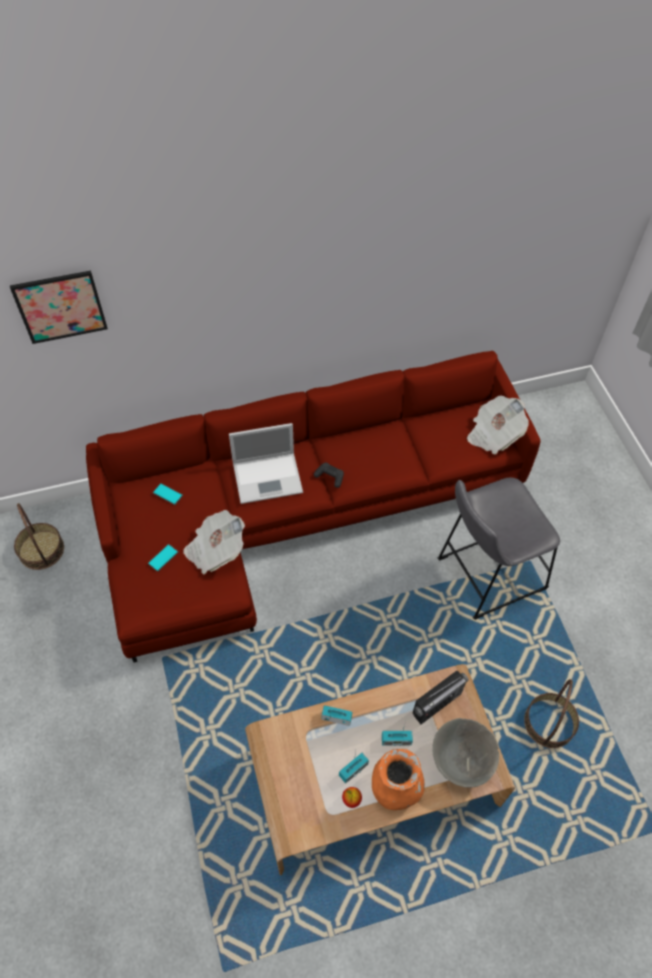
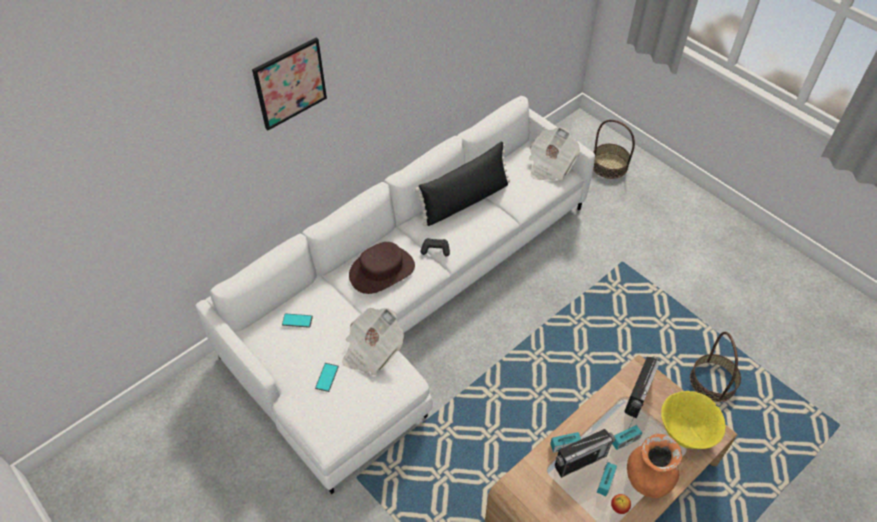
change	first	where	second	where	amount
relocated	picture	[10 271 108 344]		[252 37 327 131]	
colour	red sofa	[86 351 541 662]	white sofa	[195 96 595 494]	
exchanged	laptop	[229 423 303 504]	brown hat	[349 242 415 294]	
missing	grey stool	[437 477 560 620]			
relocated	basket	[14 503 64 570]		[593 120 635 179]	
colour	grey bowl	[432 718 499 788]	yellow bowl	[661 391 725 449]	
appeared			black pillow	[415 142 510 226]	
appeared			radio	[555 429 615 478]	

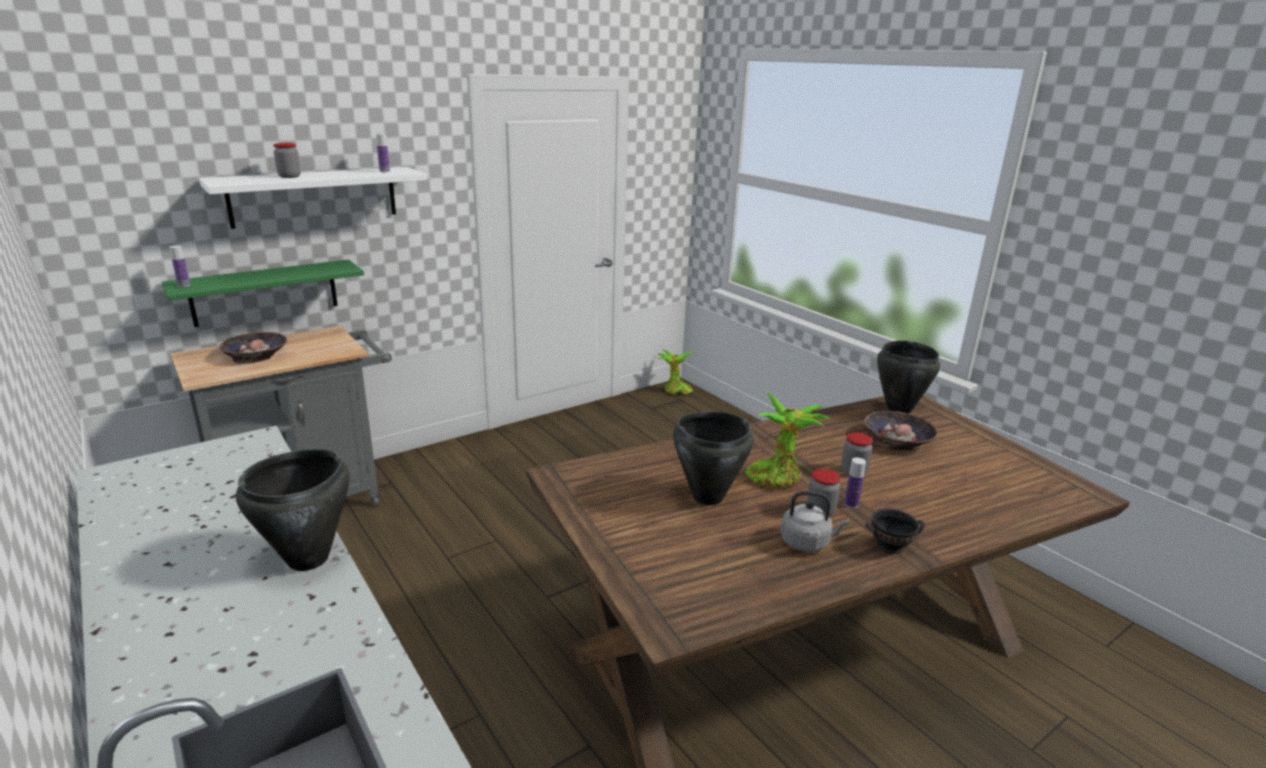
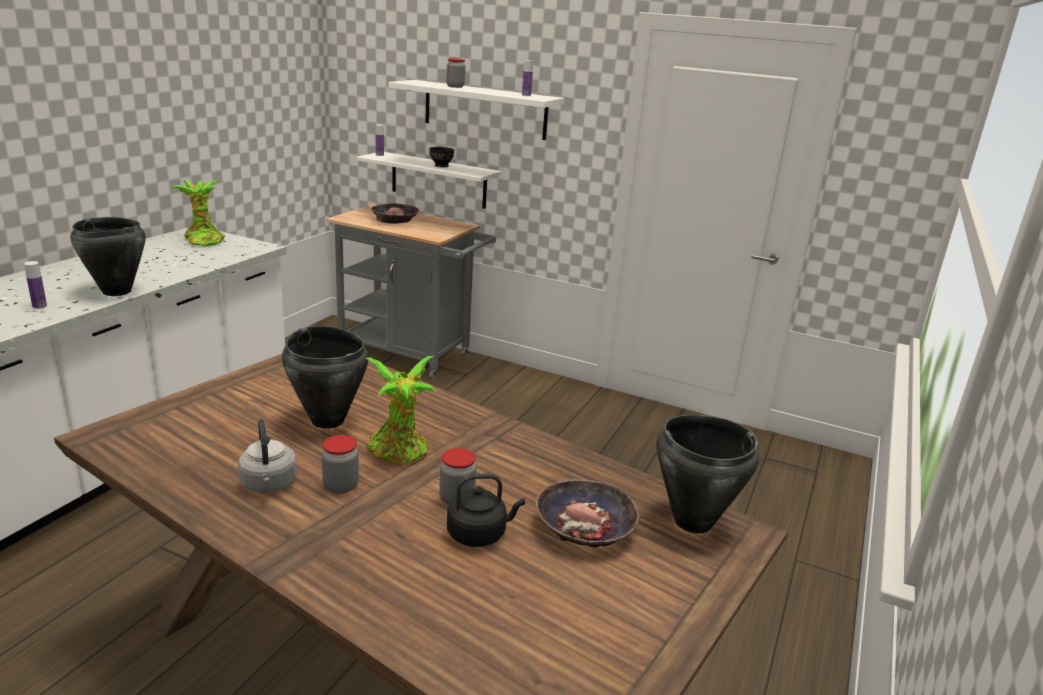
change	first	where	second	where	amount
colour	green shelf	[162 260 364 327]	white shelf	[357 152 501 209]	
relocated	potted plant	[657 350 693 395]		[171 180 225 246]	
relocated	bottle	[844 457 866 509]		[24 261 47 309]	
relocated	black bowl	[865 509 925 554]		[429 147 454 167]	
appeared			black kettle	[447 473 525 547]	

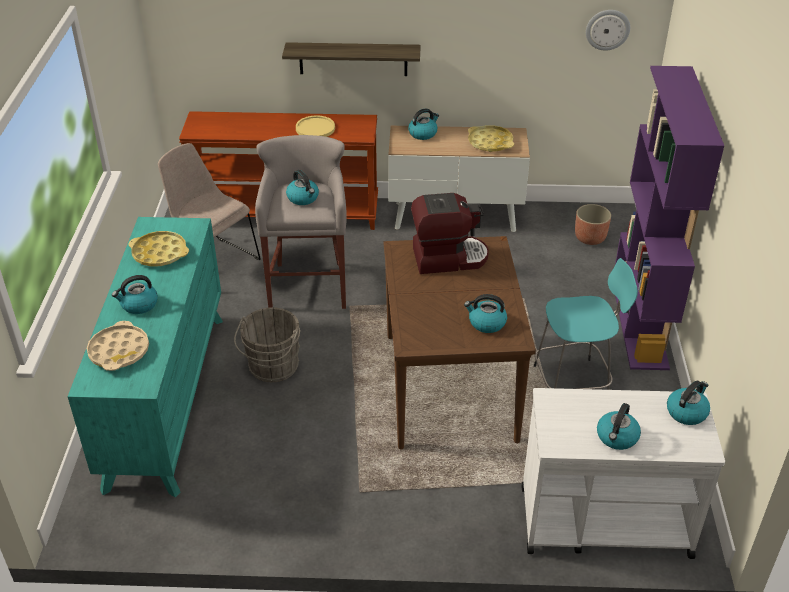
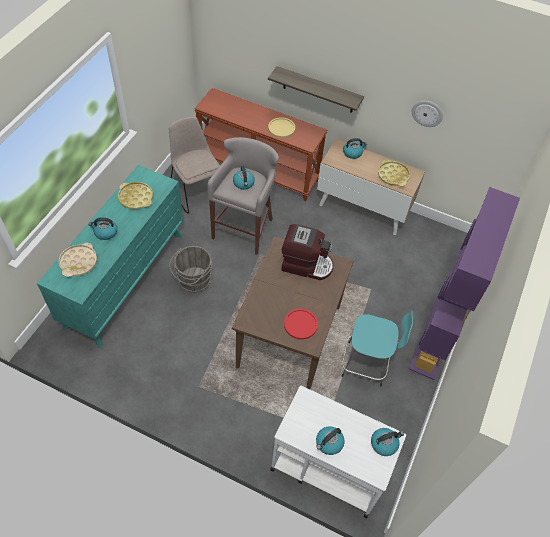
change	first	where	second	where	amount
relocated	wall clock	[586 10 630 51]		[412 101 443 127]	
missing	planter	[575 204 611 245]			
exchanged	kettle	[464 294 507 333]	red plate	[284 309 318 340]	

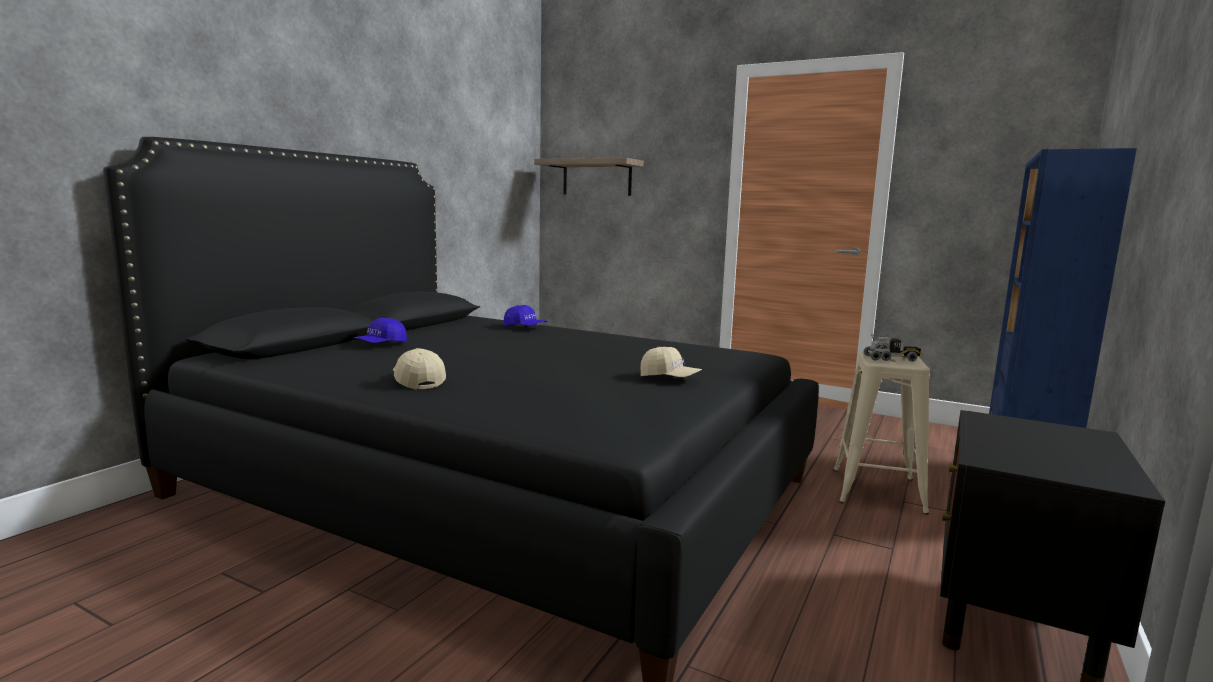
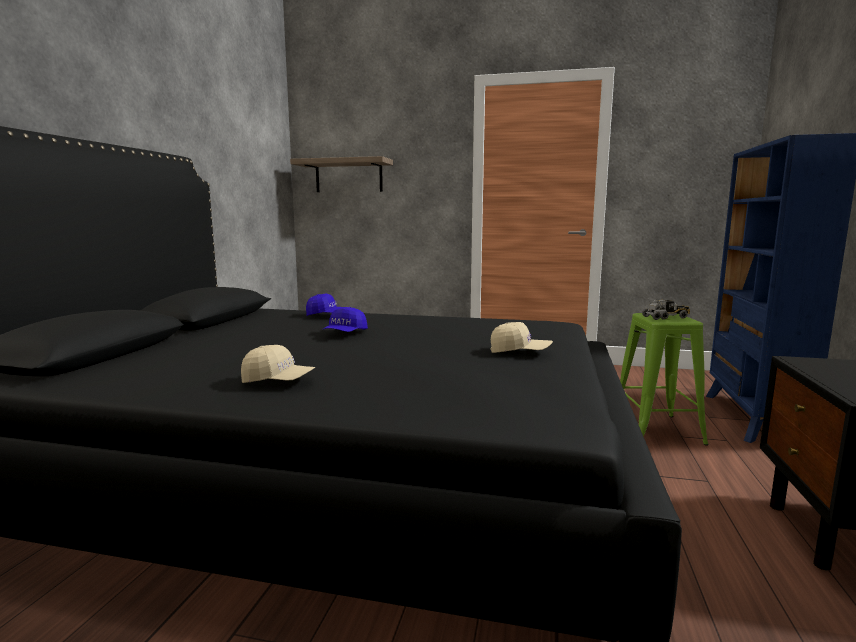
change	first	where	second	where	amount
relocated	blue cap	[353 318 407 343]		[322 307 368 332]	
spun	beige cap	[393 348 446 390]		[241 345 315 383]	150 degrees clockwise
colour	beige stool	[833 351 930 515]	green stool	[620 313 709 446]	

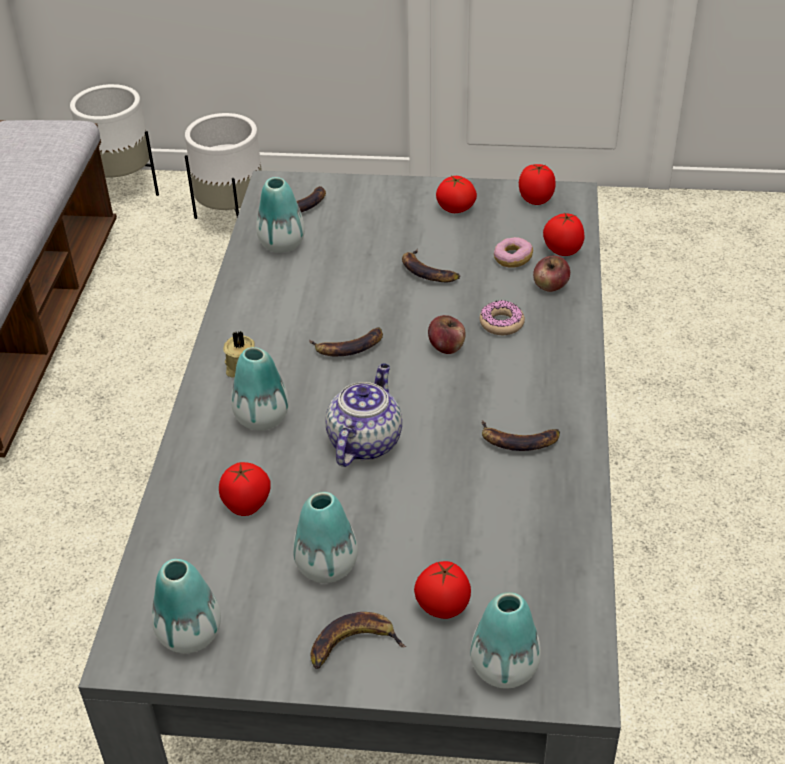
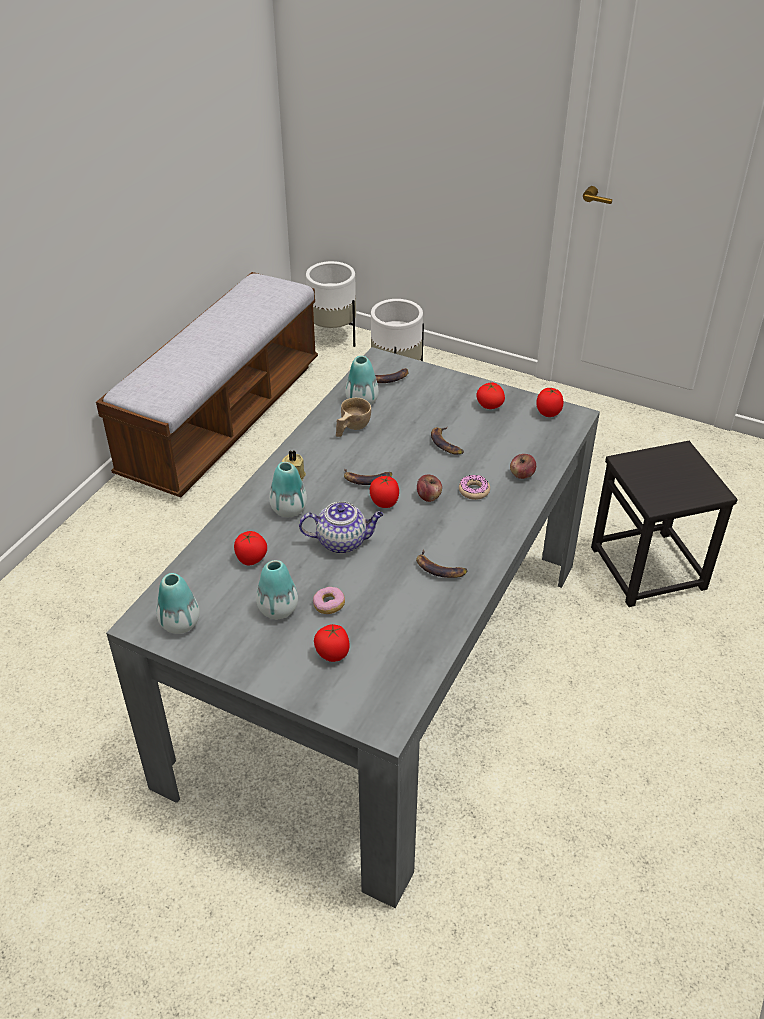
change	first	where	second	where	amount
relocated	tomato	[543 213 585 256]		[370 476 399 508]	
relocated	donut	[494 237 533 268]		[313 587 345 614]	
spun	teapot	[325 363 402 467]		[299 501 383 554]	45 degrees clockwise
missing	vase	[470 592 541 688]			
missing	banana	[311 612 406 669]			
appeared			beige cup	[336 398 371 437]	
appeared			black stool	[591 441 738 607]	

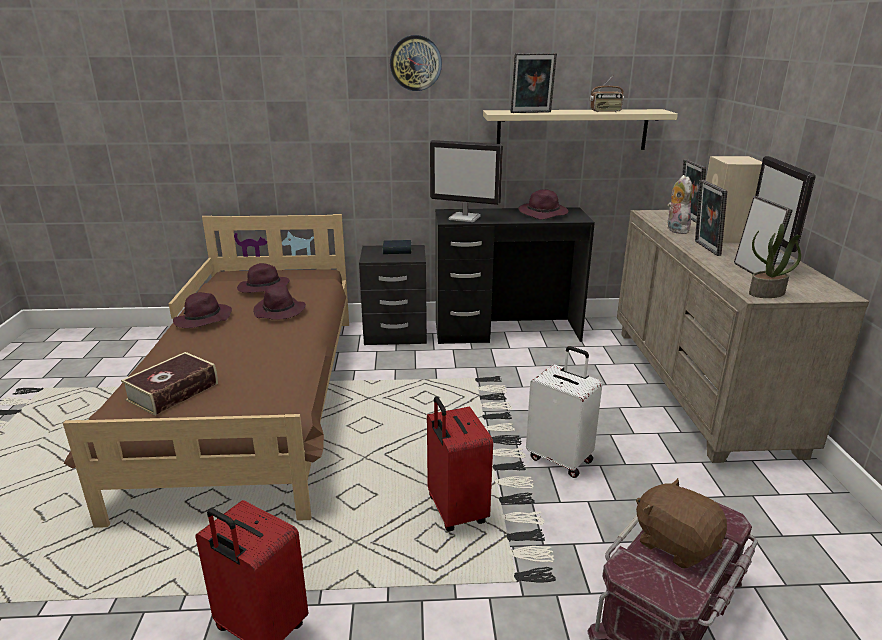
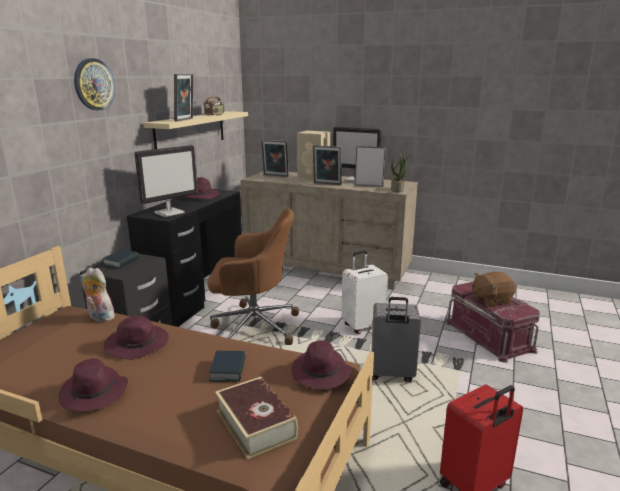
change	first	where	second	where	amount
relocated	plush toy	[667 175 692 234]		[80 267 116 322]	
relocated	purple hat	[237 263 290 293]		[292 340 352 390]	
colour	red suitcase	[427 396 493 531]	grey suitcase	[371 297 421 382]	
appeared			brown office chair	[207 208 299 345]	
appeared			book	[209 351 246 382]	

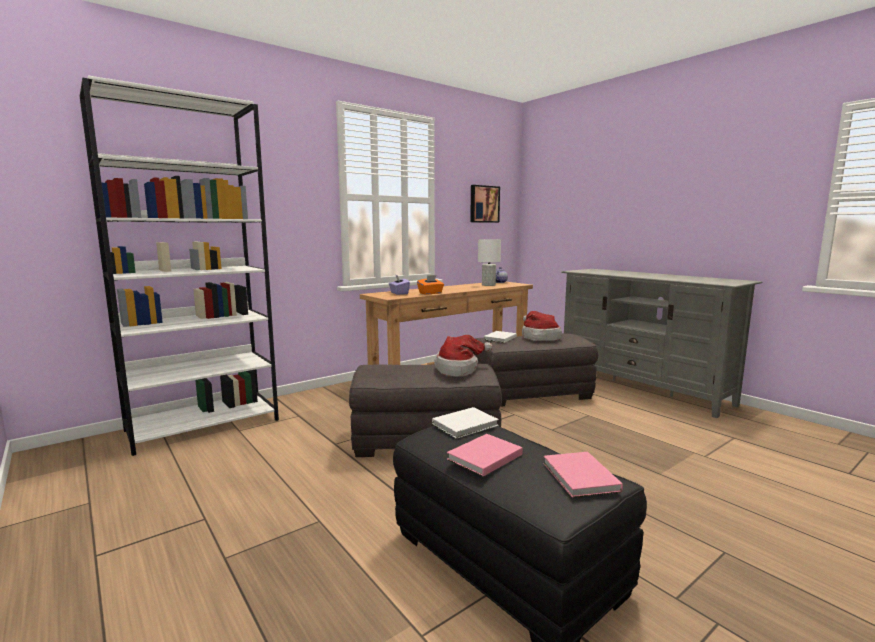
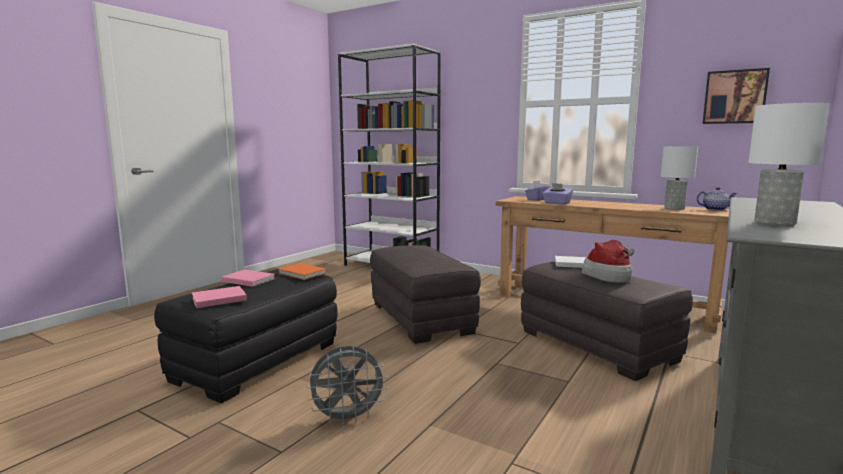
change	first	where	second	where	amount
colour	orange tissue box	[417 275 444 295]	purple tissue box	[543 183 573 205]	
missing	hat	[434 335 493 377]			
colour	white book	[432 407 499 439]	orange book	[278 263 327 280]	
appeared			white table lamp	[748 103 829 226]	
appeared			grey fan	[306 346 388 426]	

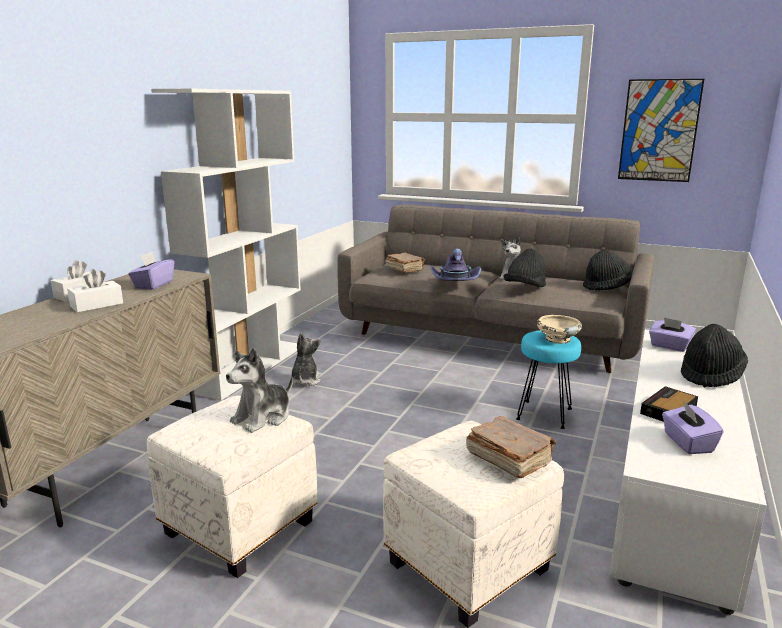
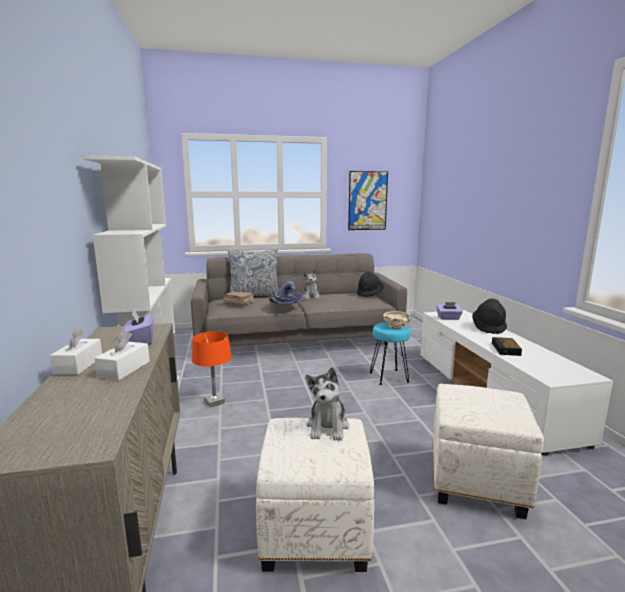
change	first	where	second	where	amount
missing	black hat	[503 249 546 287]			
exchanged	plush toy	[289 333 321 386]	orange table lamp	[192 331 232 407]	
missing	purple tissue box	[662 401 723 454]			
missing	brown book	[466 416 556 478]			
appeared			pillow	[228 249 279 297]	

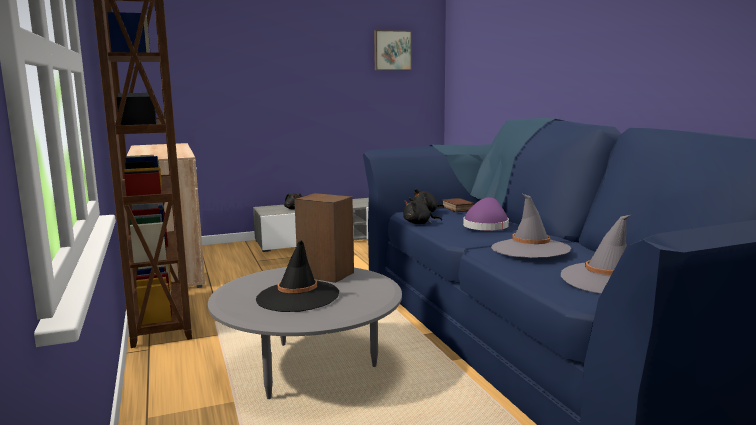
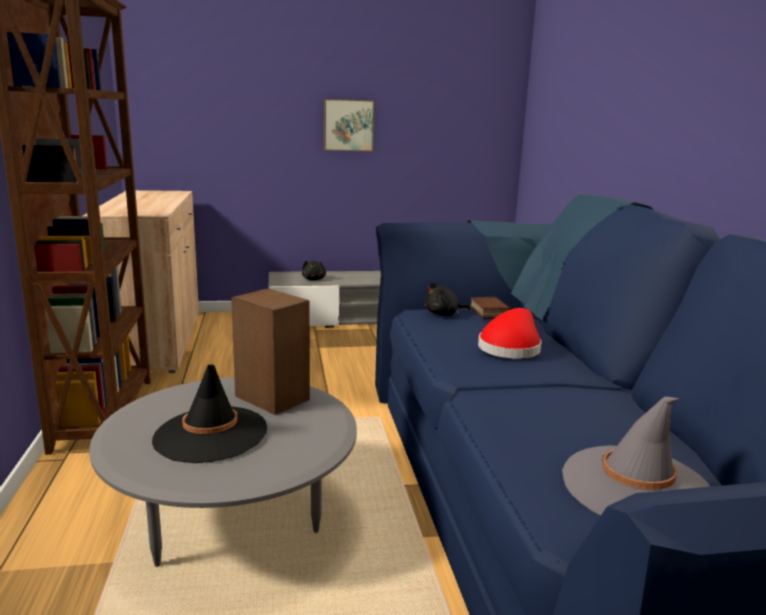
change	first	where	second	where	amount
relocated	picture	[374 30 412 70]		[324 99 375 152]	
missing	grey hat	[491 194 571 258]			
missing	black plush toy	[403 197 442 224]			
colour	purple hat	[463 197 509 231]	red hat	[478 308 541 359]	

